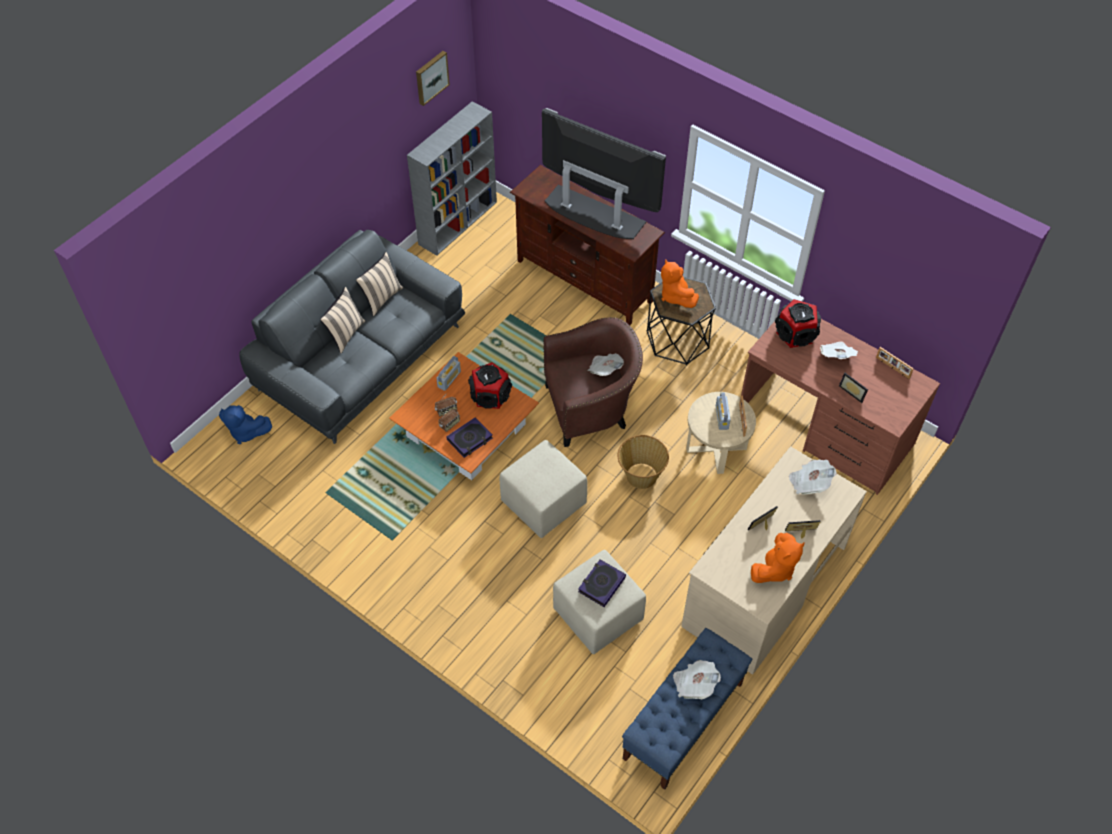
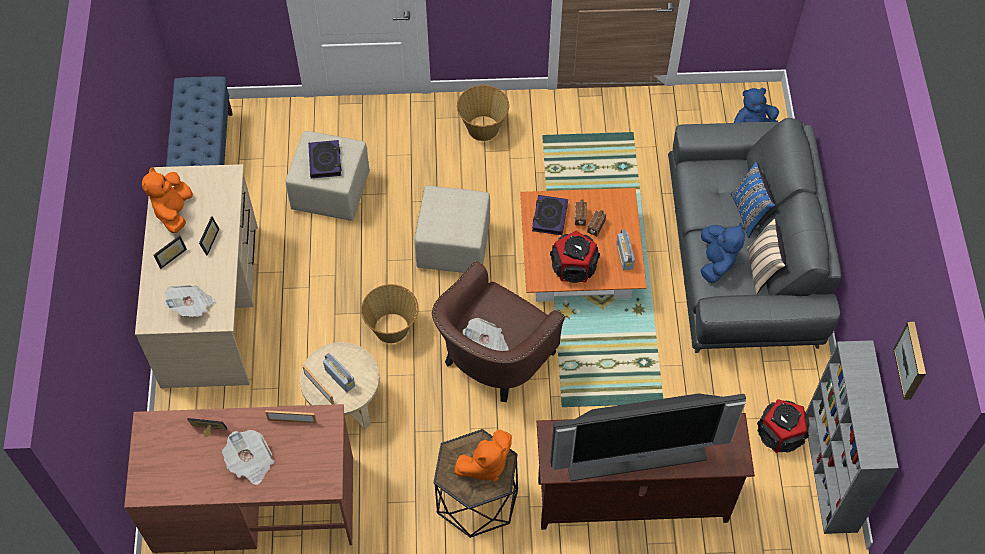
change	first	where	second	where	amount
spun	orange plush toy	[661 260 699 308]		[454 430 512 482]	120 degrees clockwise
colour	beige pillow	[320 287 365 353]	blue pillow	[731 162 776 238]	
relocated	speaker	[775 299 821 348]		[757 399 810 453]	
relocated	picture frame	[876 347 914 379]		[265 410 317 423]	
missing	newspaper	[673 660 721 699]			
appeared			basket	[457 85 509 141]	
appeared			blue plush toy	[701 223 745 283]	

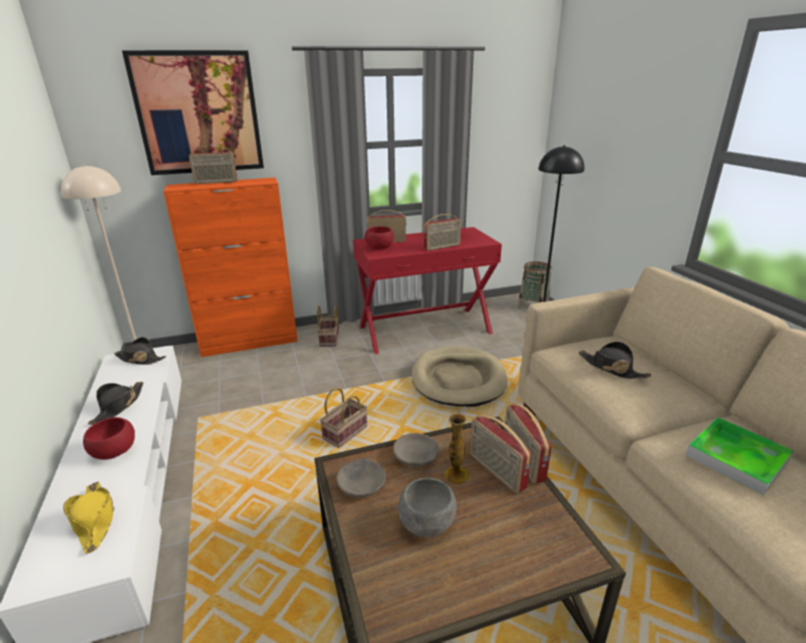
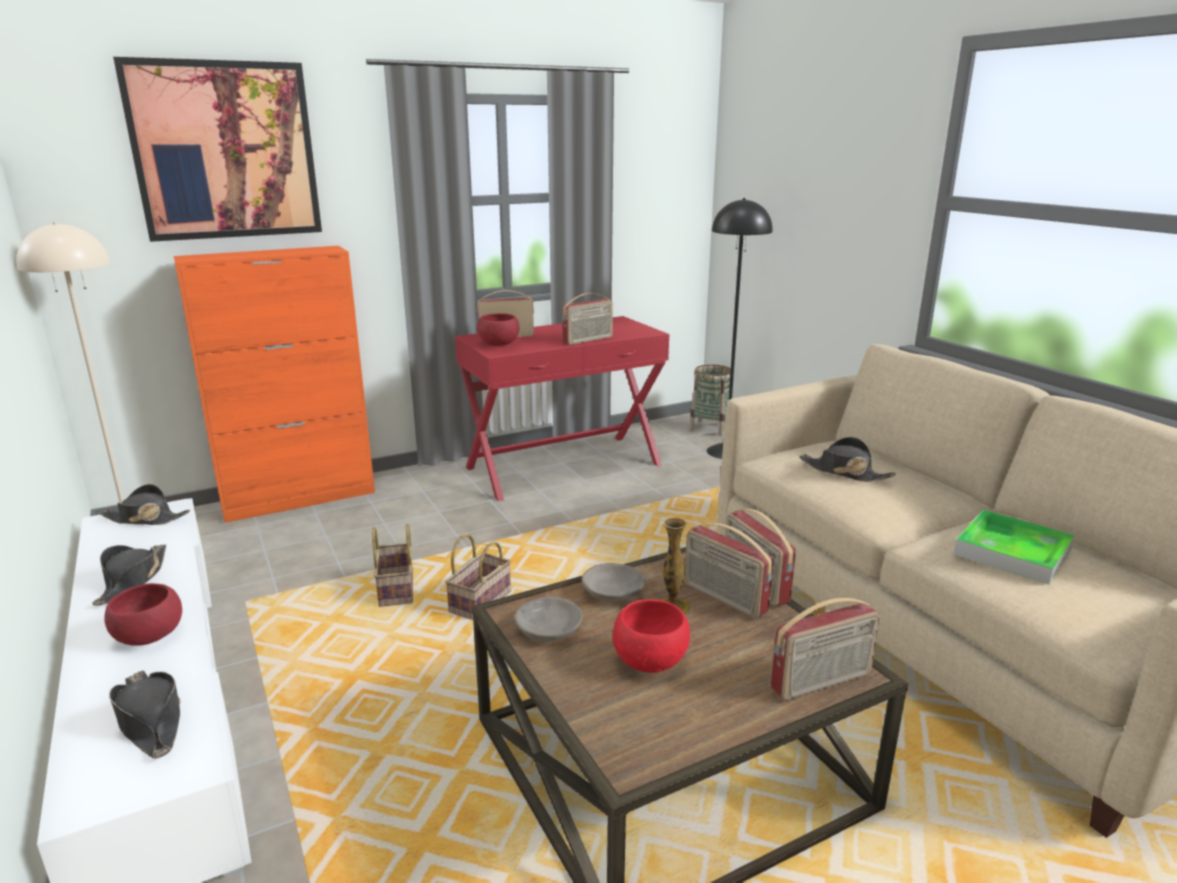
change	first	where	second	where	amount
relocated	radio	[189 146 237 184]		[771 598 880 700]	
relocated	basket	[317 305 339 347]		[372 524 413 607]	
missing	beige dog bed	[412 347 508 407]			
colour	grey bowl	[398 478 457 537]	red bowl	[612 599 690 673]	
colour	yellow hat	[63 481 114 554]	black hat	[109 670 181 759]	

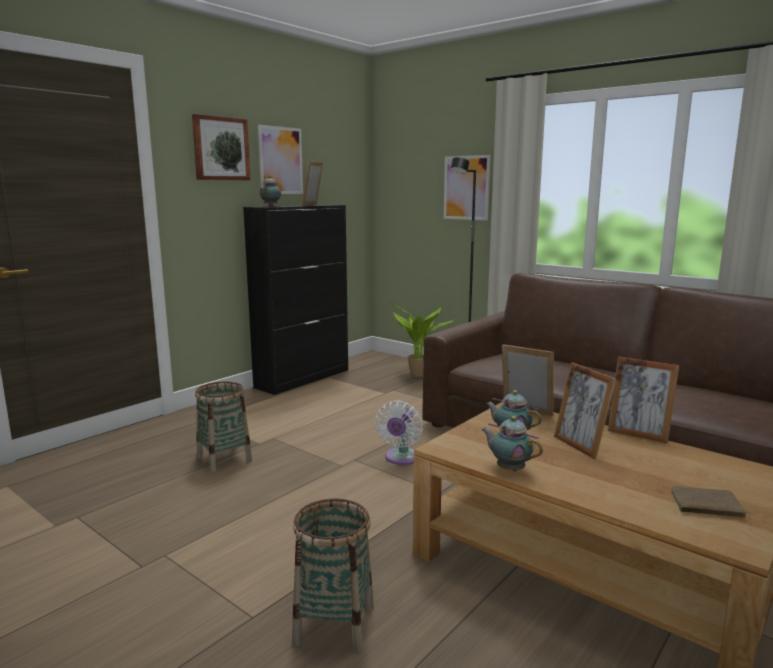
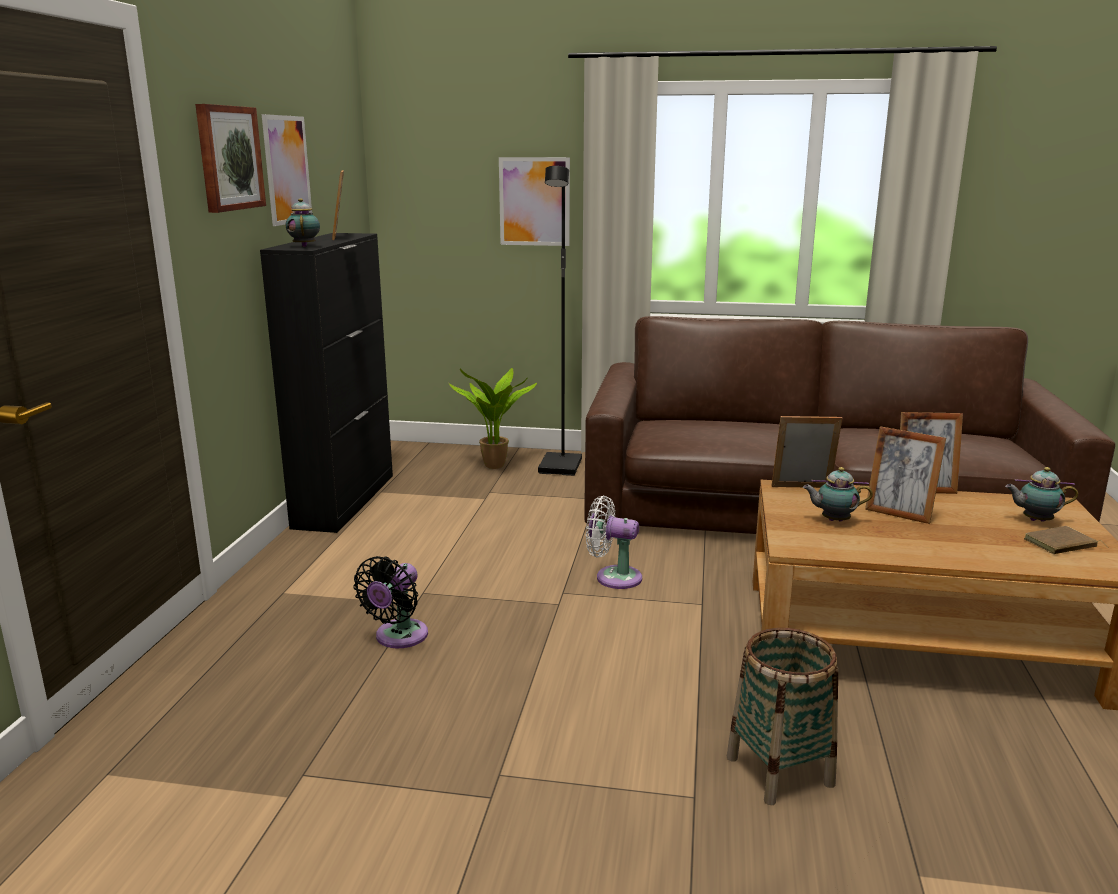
change	first	where	second	where	amount
exchanged	basket	[195 381 252 472]	black fan	[353 556 428 648]	
spun	white fan	[375 401 423 465]		[586 496 642 589]	120 degrees clockwise
relocated	teapot	[481 416 543 471]		[1005 467 1079 522]	

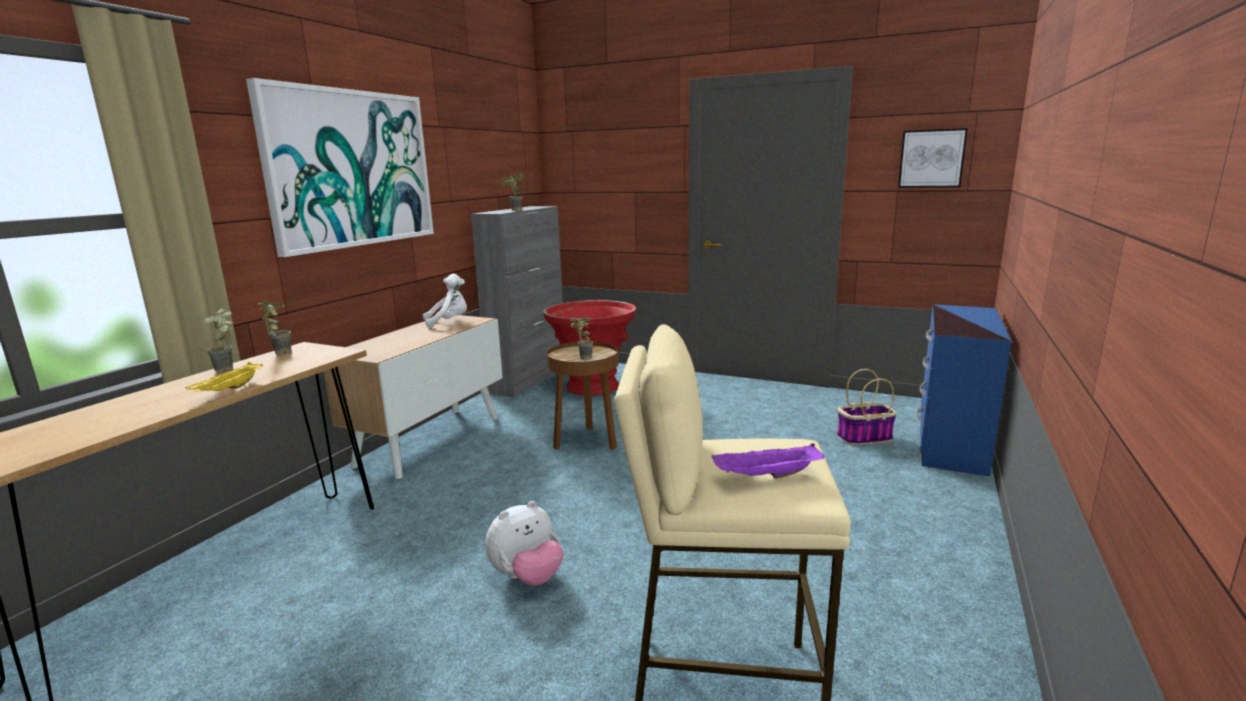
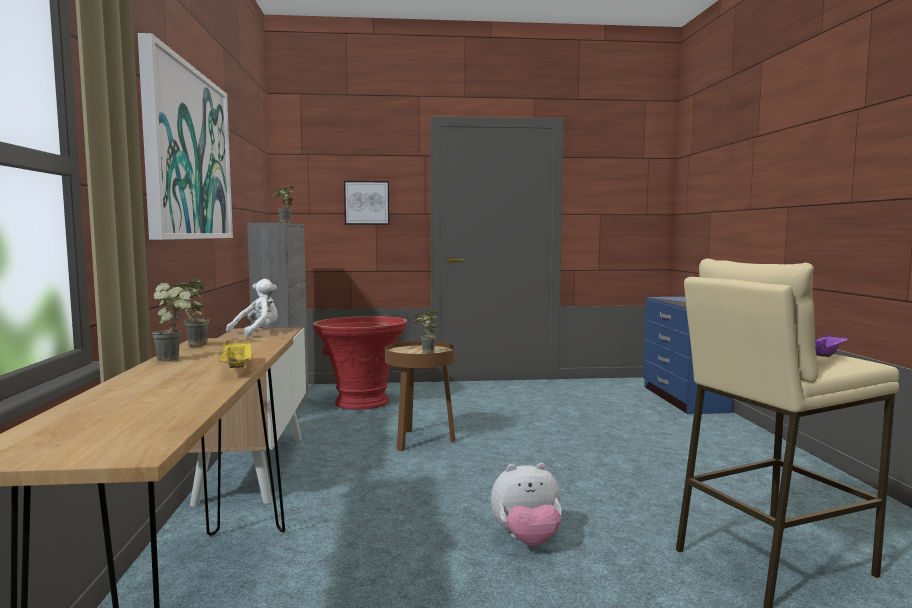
change	first	where	second	where	amount
relocated	picture	[898 128 968 188]		[344 181 390 225]	
missing	basket	[837 369 897 445]			
spun	plush toy	[485 501 563 585]		[491 463 562 546]	60 degrees clockwise

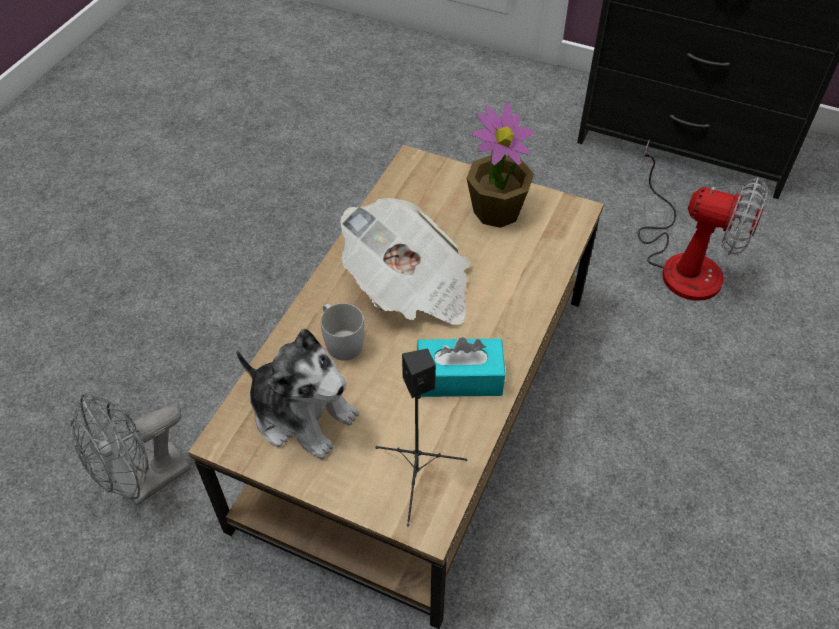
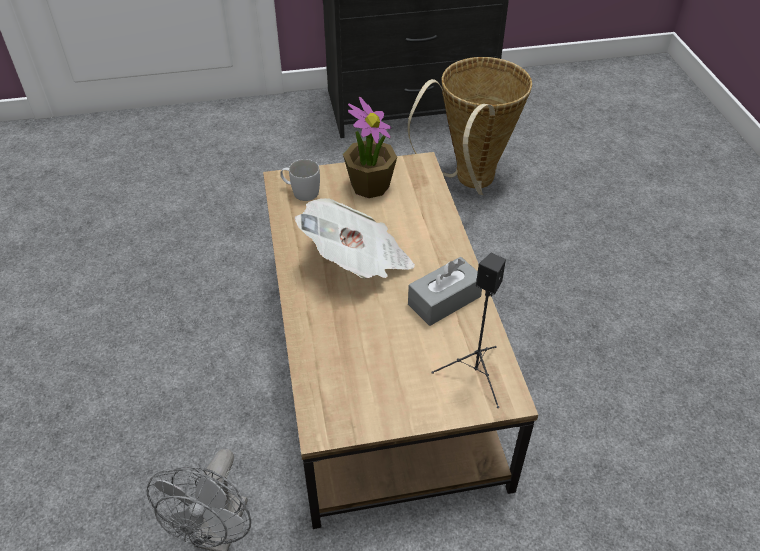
change	first	where	second	where	amount
exchanged	fan	[638 140 767 301]	basket	[408 57 532 195]	
relocated	white mug	[321 303 364 361]		[280 159 320 201]	
missing	plush toy	[236 329 359 459]			
colour	turquoise tissue box	[417 337 505 397]	grey tissue box	[408 257 482 326]	

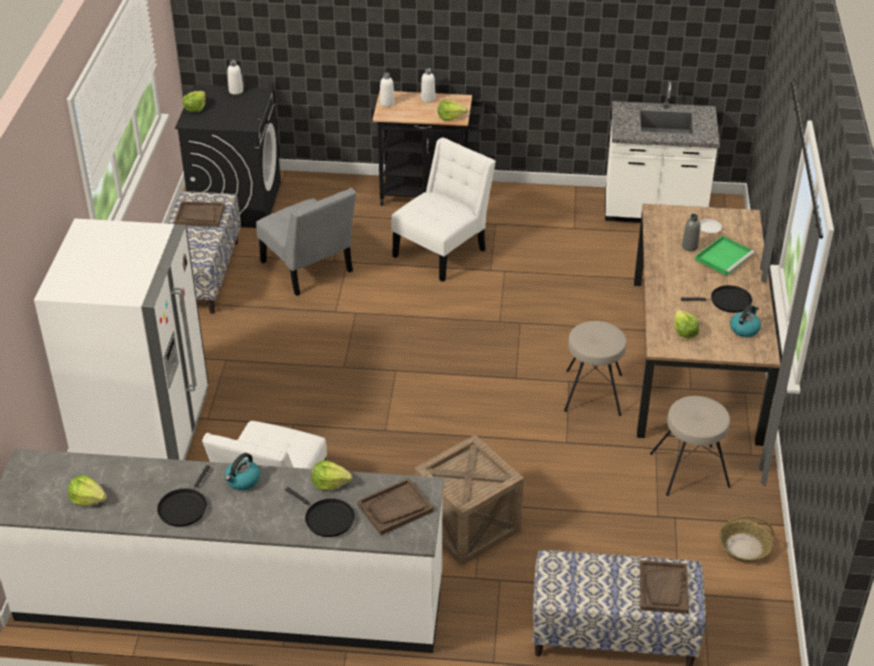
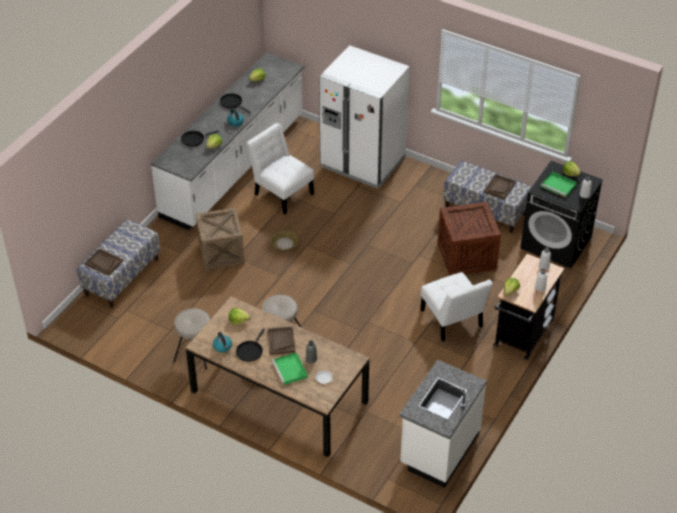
change	first	where	second	where	amount
exchanged	grey chair	[256 188 356 296]	crate	[438 202 501 276]	
relocated	brown tray	[357 478 433 535]		[267 326 296 355]	
relocated	basket	[719 516 774 562]		[270 224 298 252]	
appeared			green tray	[541 171 577 198]	

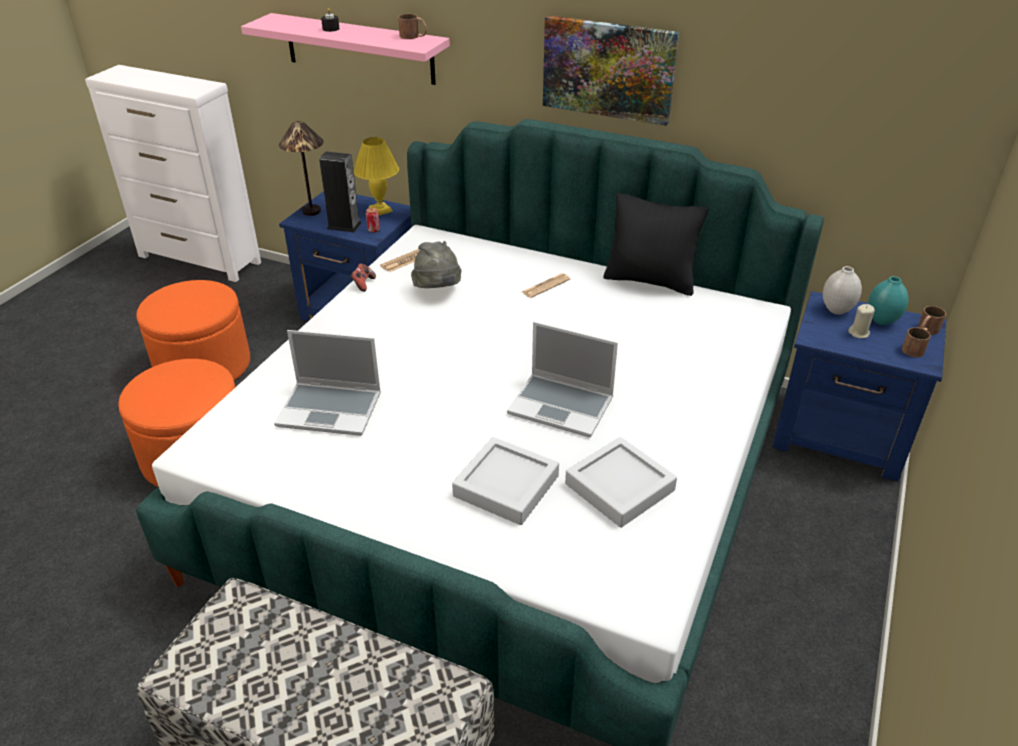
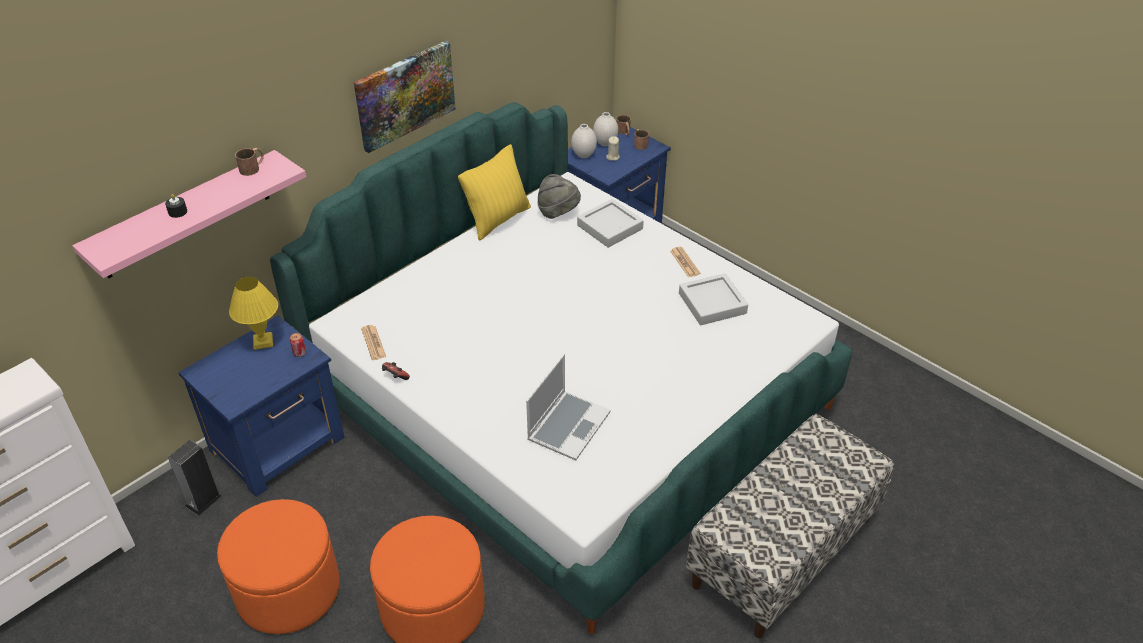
change	first	where	second	where	amount
missing	table lamp	[279 121 323 216]			
relocated	speaker	[319 151 362 233]		[168 440 222 516]	
colour	black pillow	[603 193 709 296]	yellow pillow	[458 144 531 241]	
relocated	grey hat	[411 241 461 288]		[537 174 581 219]	
relocated	newspaper	[522 273 570 298]		[670 247 700 277]	
colour	turquoise vase	[868 276 909 325]	white vase	[593 112 618 146]	
missing	laptop	[507 322 618 437]			
relocated	grey tray	[452 437 559 525]		[577 199 644 248]	

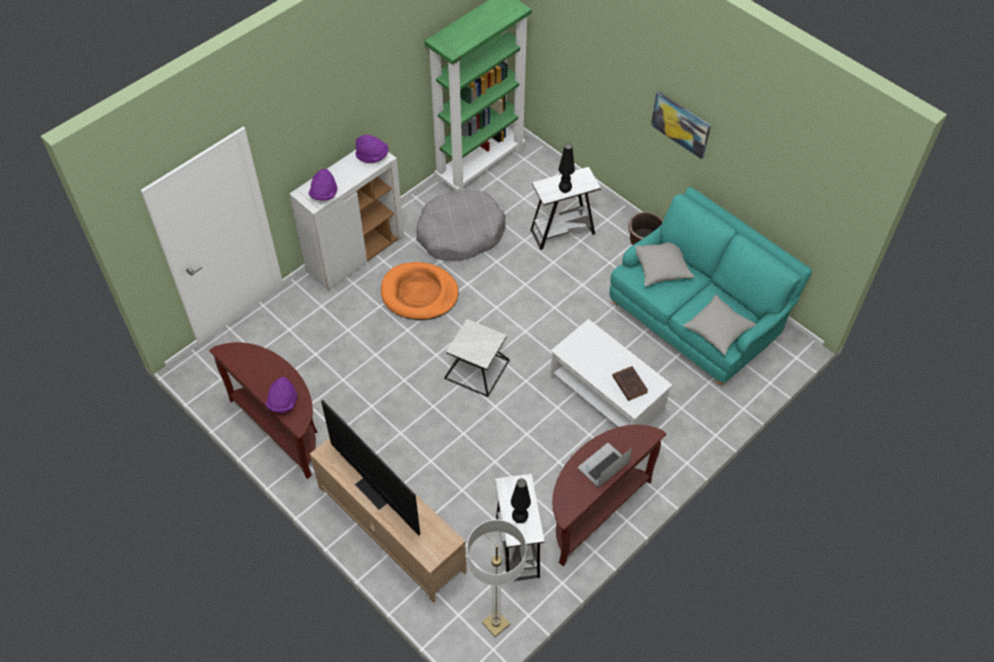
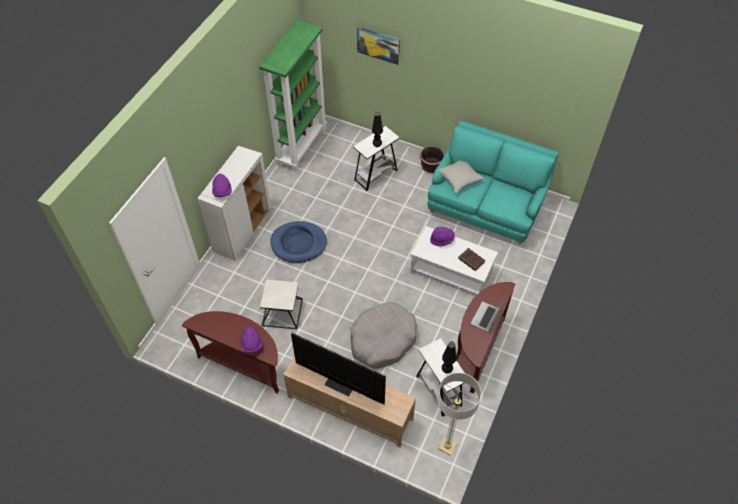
change	first	where	second	where	amount
relocated	picture	[651 91 711 159]		[357 27 400 65]	
relocated	purple hat	[355 135 389 163]		[430 227 455 246]	
relocated	grey dog bed	[416 190 506 261]		[350 302 416 369]	
colour	orange dog bed	[381 262 459 320]	blue dog bed	[270 221 327 263]	
missing	grey pillow	[683 295 756 355]			
relocated	side table	[444 319 510 397]		[260 279 303 329]	

